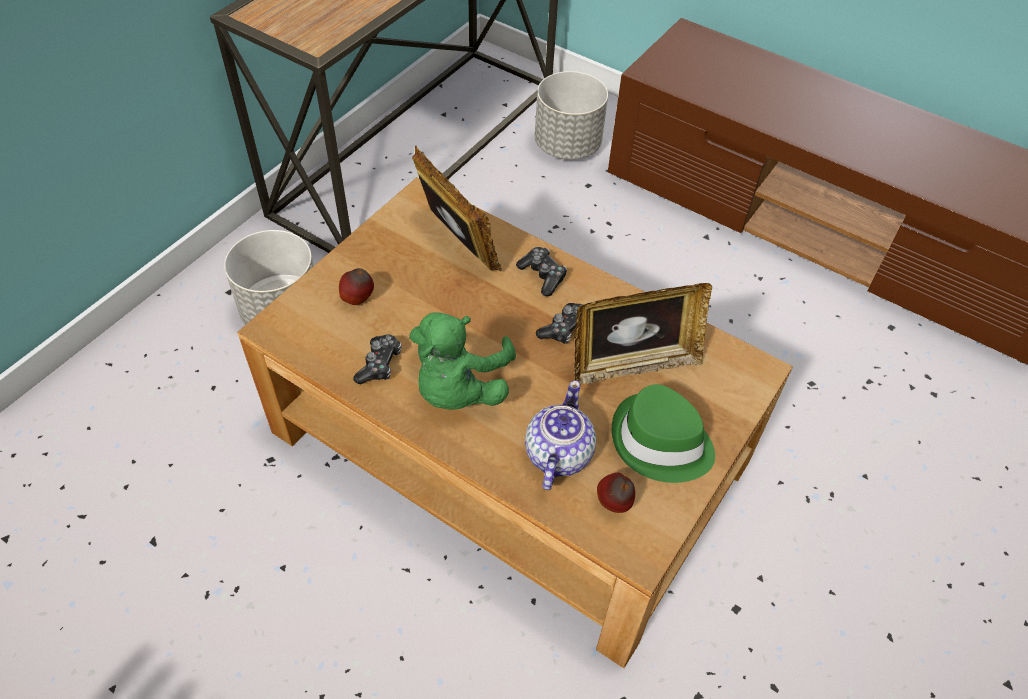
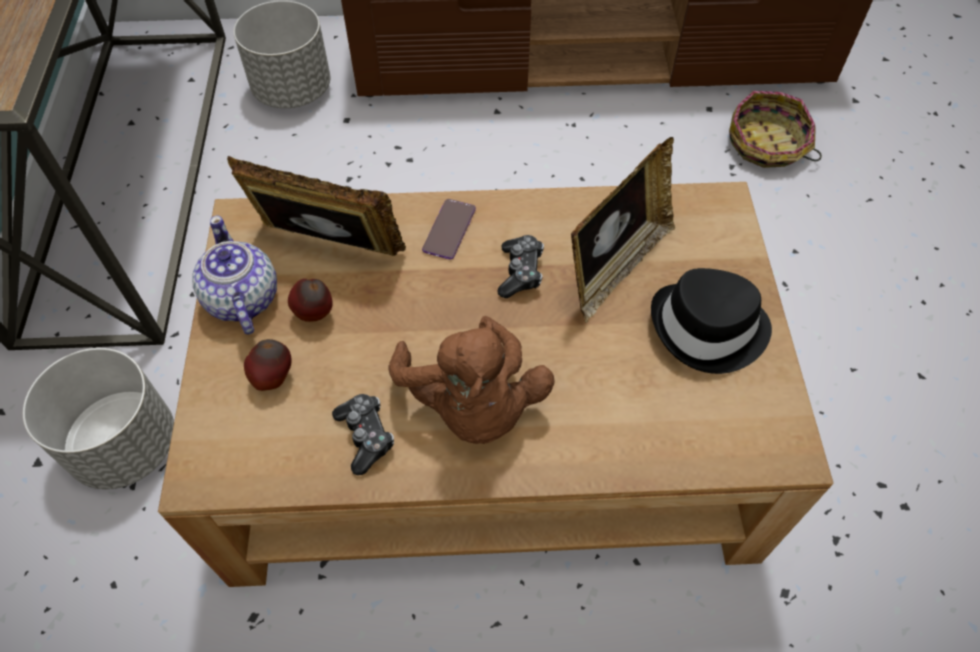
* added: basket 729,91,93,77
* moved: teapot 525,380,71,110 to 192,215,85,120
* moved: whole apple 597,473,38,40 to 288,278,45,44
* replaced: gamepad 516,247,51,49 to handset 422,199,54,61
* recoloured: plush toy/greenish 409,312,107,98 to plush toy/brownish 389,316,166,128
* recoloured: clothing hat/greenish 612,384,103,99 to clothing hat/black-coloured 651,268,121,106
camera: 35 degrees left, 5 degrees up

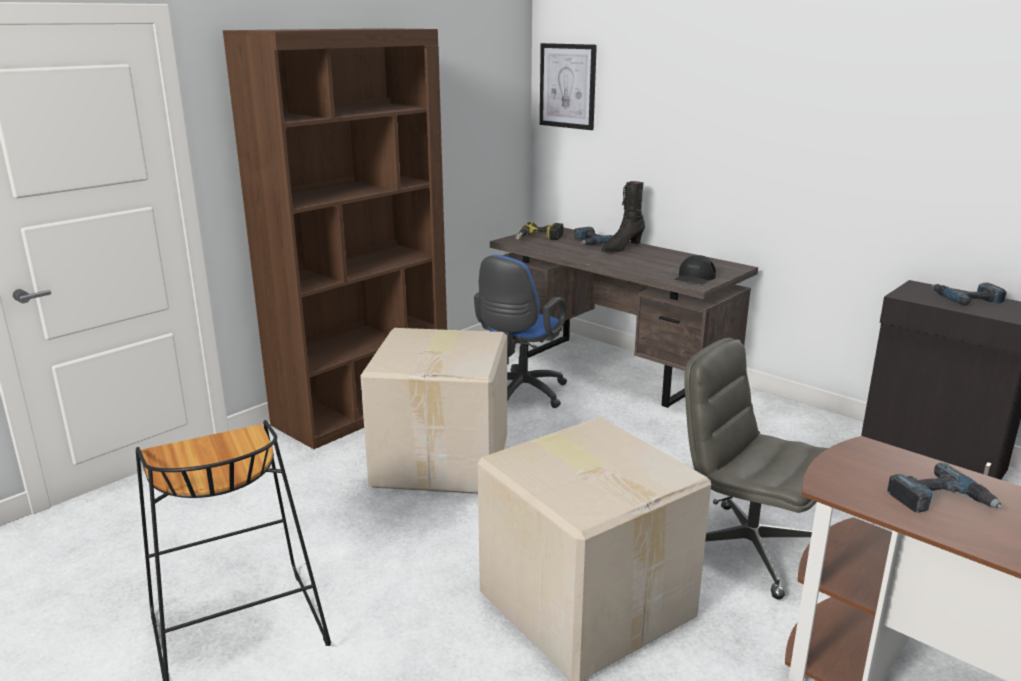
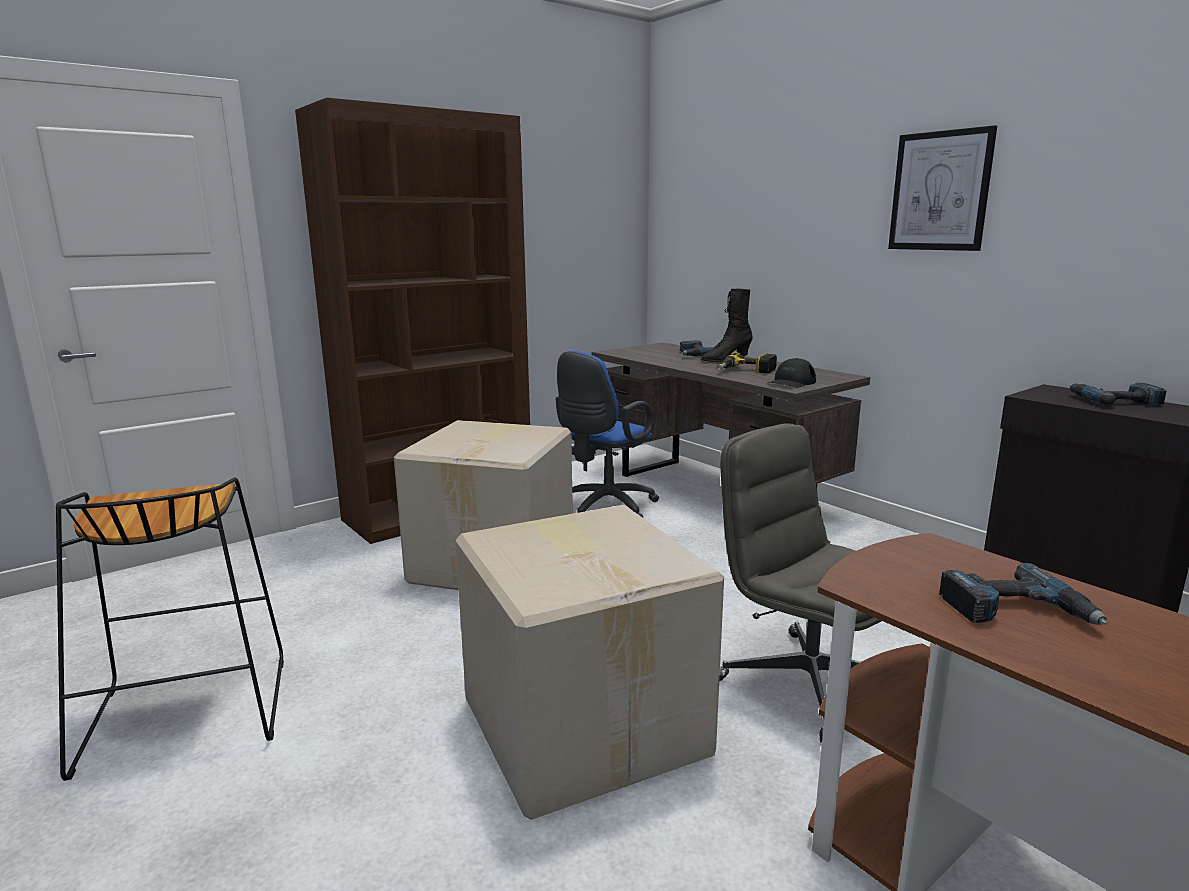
* moved: electric drill 515,221,48,19 to 716,352,61,21
* moved: wall picture 540,43,57,87 to 888,125,109,126
camera: 10 degrees right, 5 degrees down

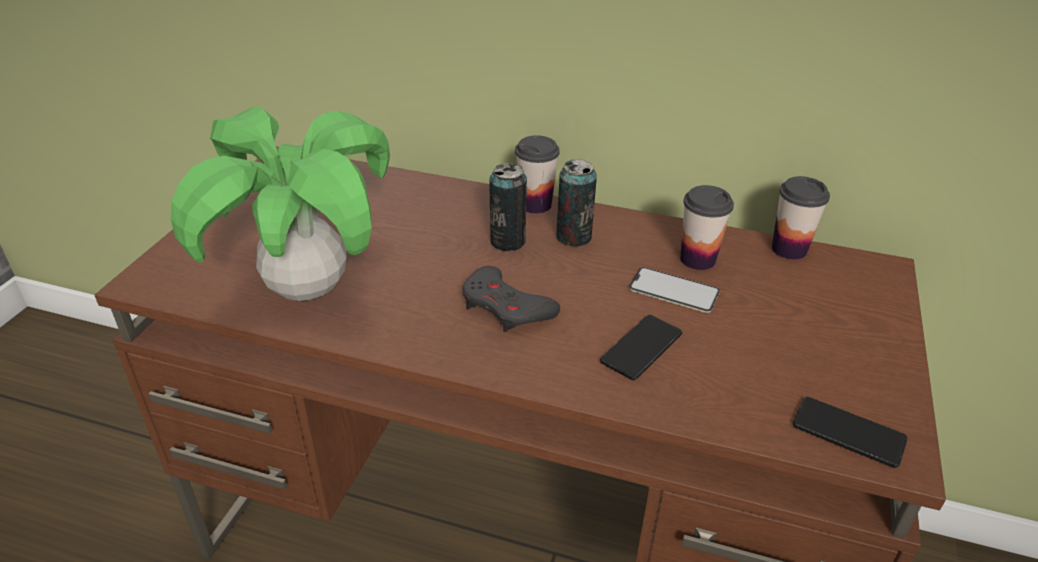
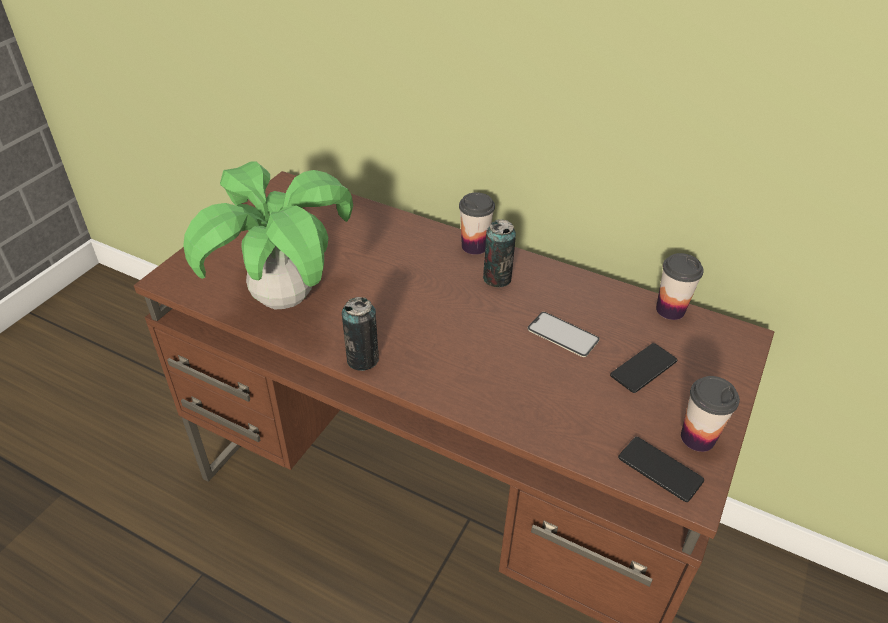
* removed: gamepad/gray 462,266,98,66
* moved: sealed can 489,163,38,88 to 342,297,37,74
* moved: handset 600,315,82,65 to 610,343,67,50
* moved: drinking cup 680,185,54,85 to 681,376,59,76
camera: 10 degrees right, 5 degrees up

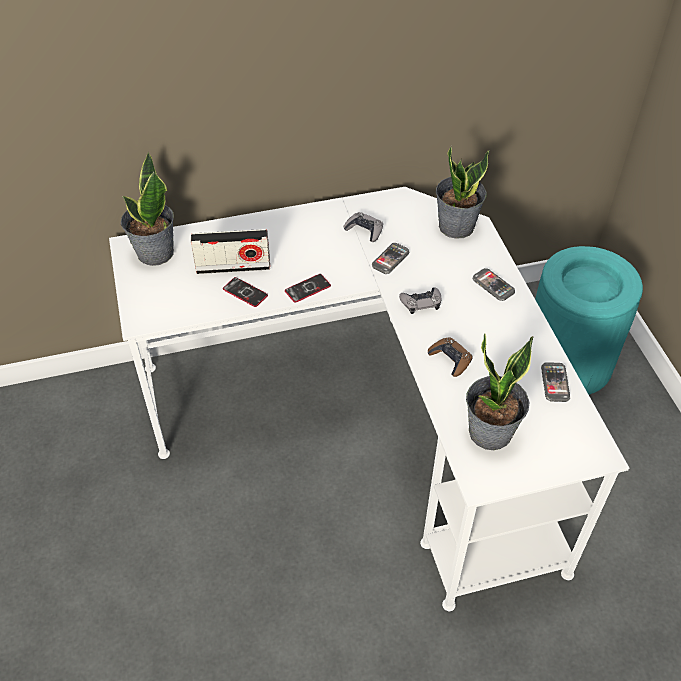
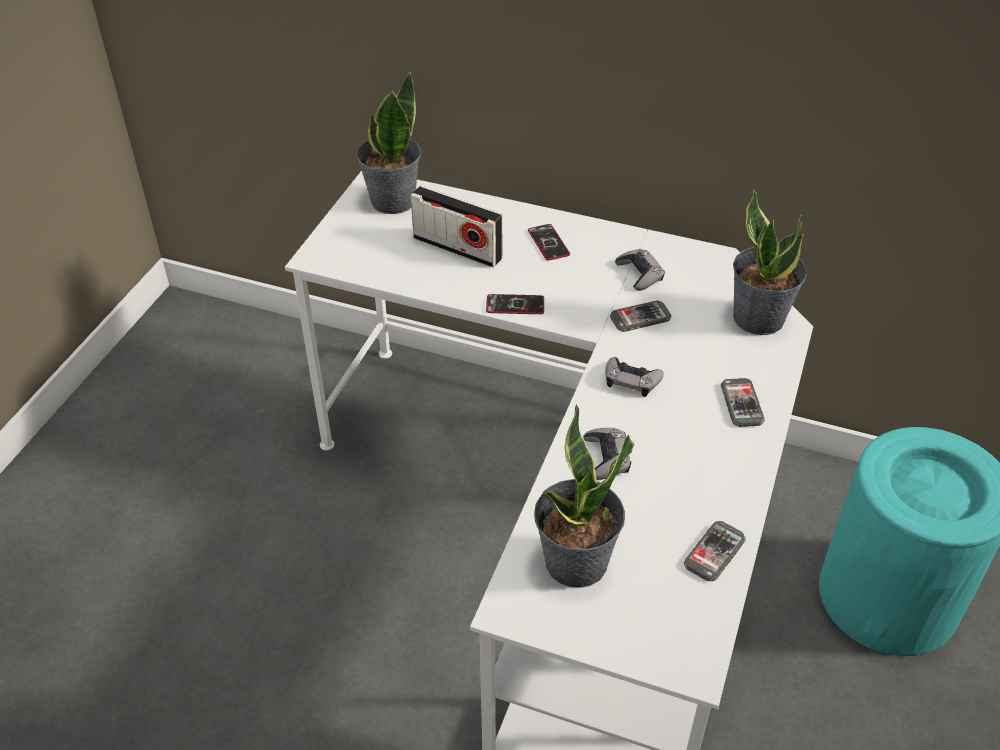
* moved: handset 223,277,45,30 to 528,224,42,37
* recoloured: gamepad/brownish 428,338,45,39 to gamepad/gray 584,428,47,52
camera: 35 degrees right, 5 degrees down

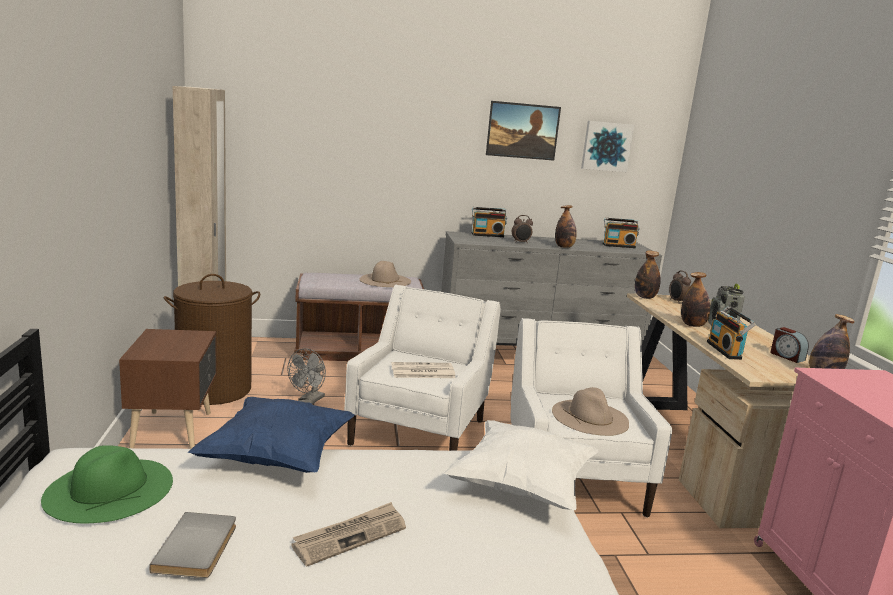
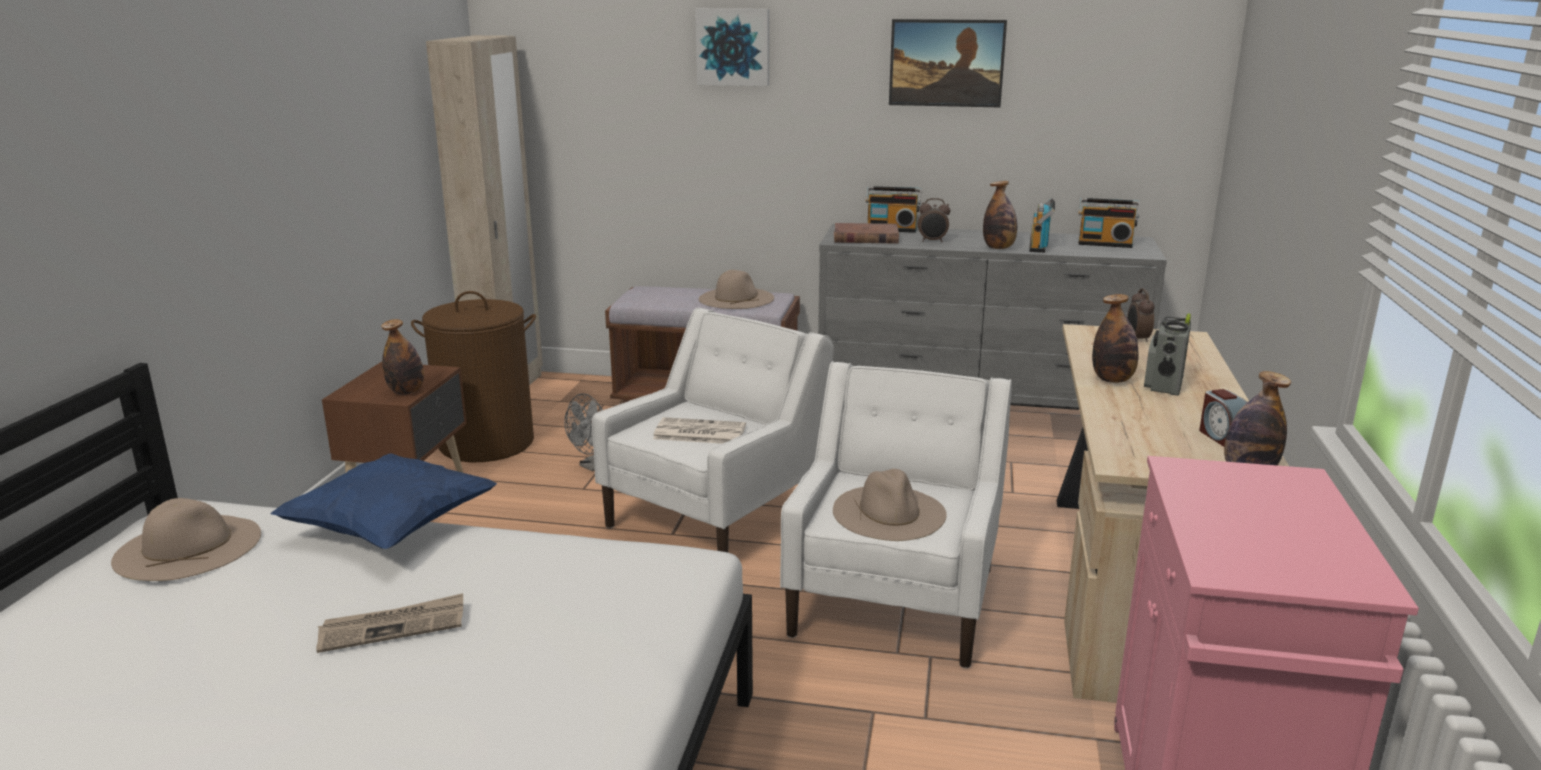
* removed: bound book/gray 149,512,87,66
* removed: cushion/whitish 444,420,155,90
* added: bound book/brownish 834,223,65,21
* moved: wall picture 581,121,53,51 to 695,9,74,77
* moved: bottle 635,250,26,49 to 381,319,43,76
* moved: radio 707,306,49,54 to 1029,198,26,55
* recoloured: clothing hat/greenish 41,445,132,78 to clothing hat/sand-coloured 111,498,150,83
camera: 20 degrees right, 5 degrees up

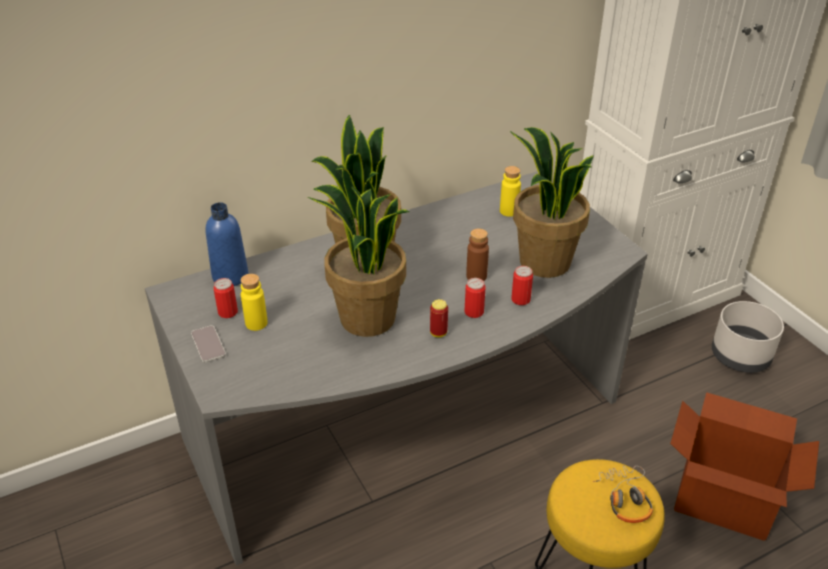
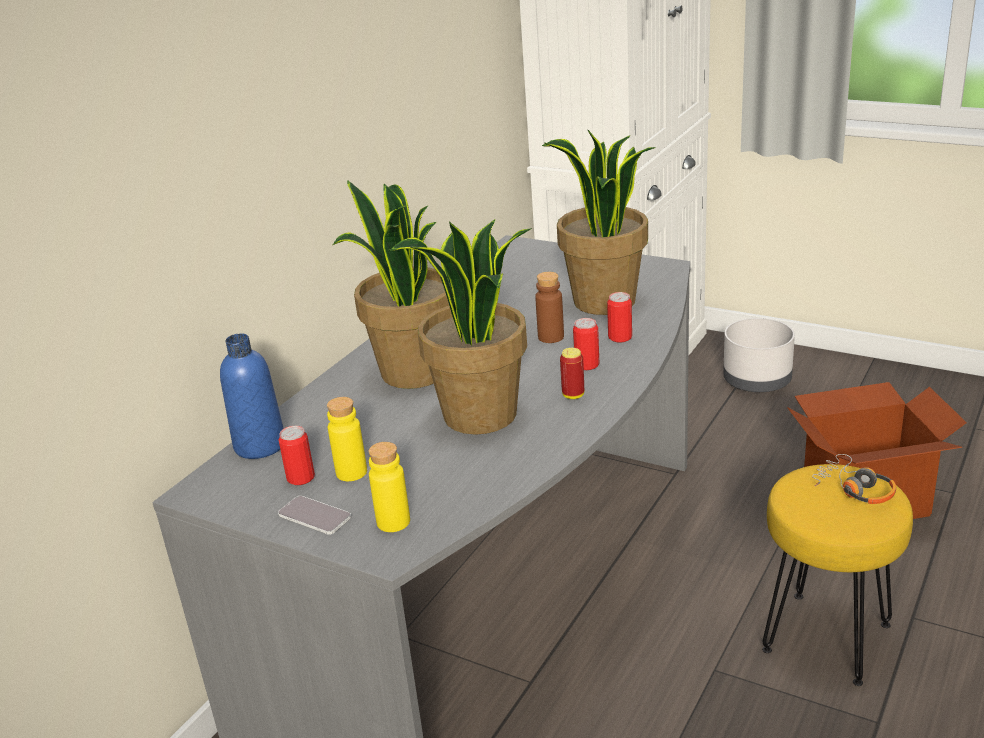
* moved: bottle/yellow 500,166,21,51 to 368,442,42,90
camera: 30 degrees left, 10 degrees down

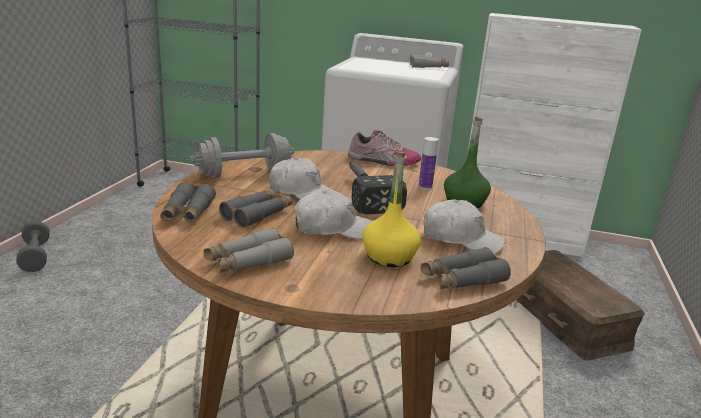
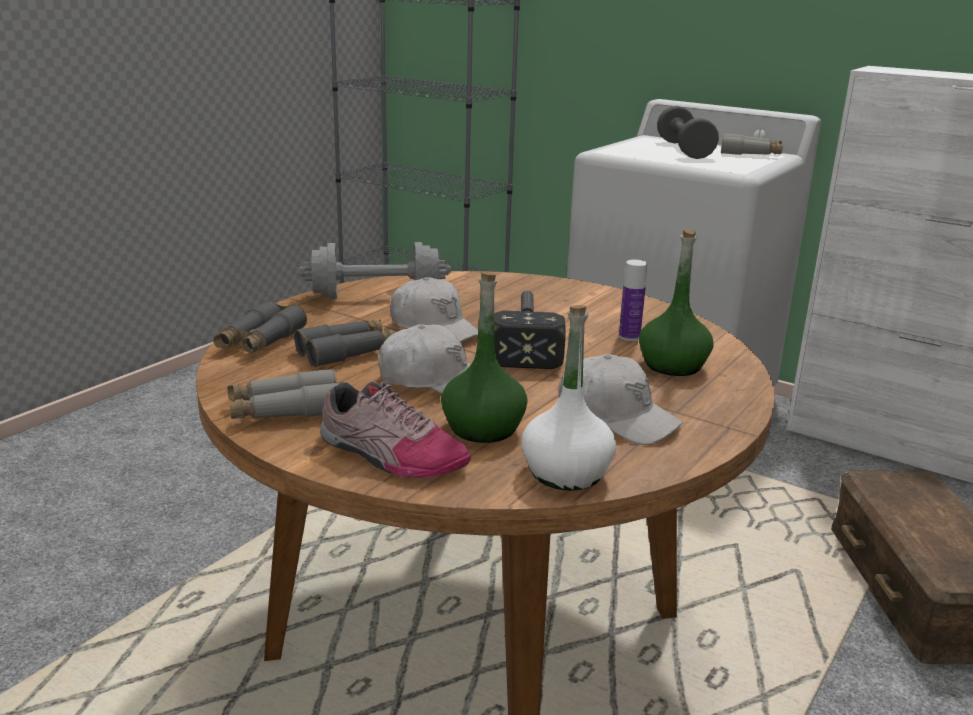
* moved: hand weight/gray 16,221,34,51 to 657,106,62,53
* moved: low shoe 348,130,73,36 to 320,381,151,97
* replaced: pair of binoculars/gray 420,247,91,42 to bottle/whitish 522,305,94,186
* recoloured: bottle/yellow 362,151,59,116 to bottle/greenish 441,272,86,171
camera: 20 degrees right, 0 degrees up

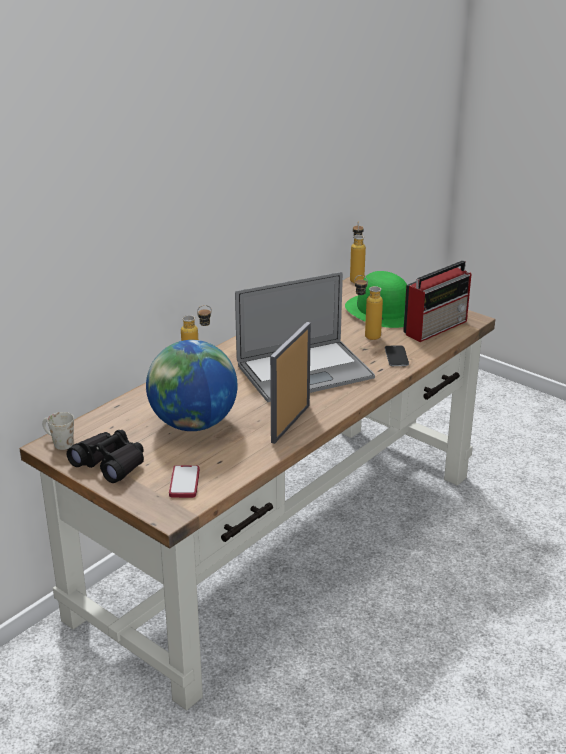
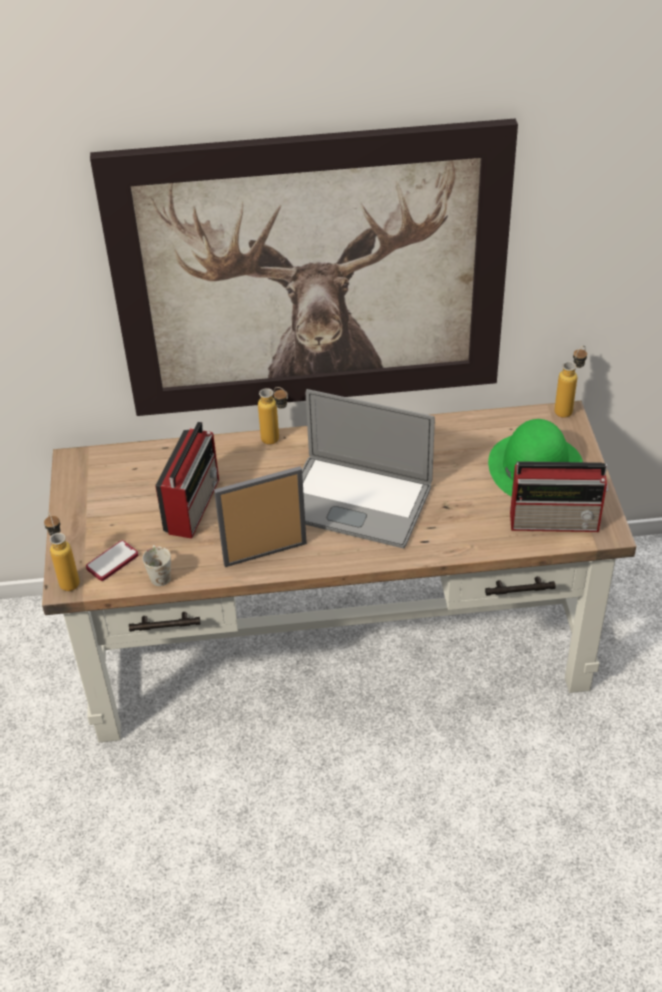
* removed: pair of binoculars/black-coloured 67,430,77,53
* removed: handset 385,345,24,21
* added: wall picture 90,119,428,297
* moved: coffee mug/whitish 42,412,32,38 to 143,545,28,41
* moved: bottle 355,275,28,65 to 44,512,36,79
* replaced: globe 146,340,92,91 to radio 155,421,64,118
camera: 45 degrees right, 15 degrees up

